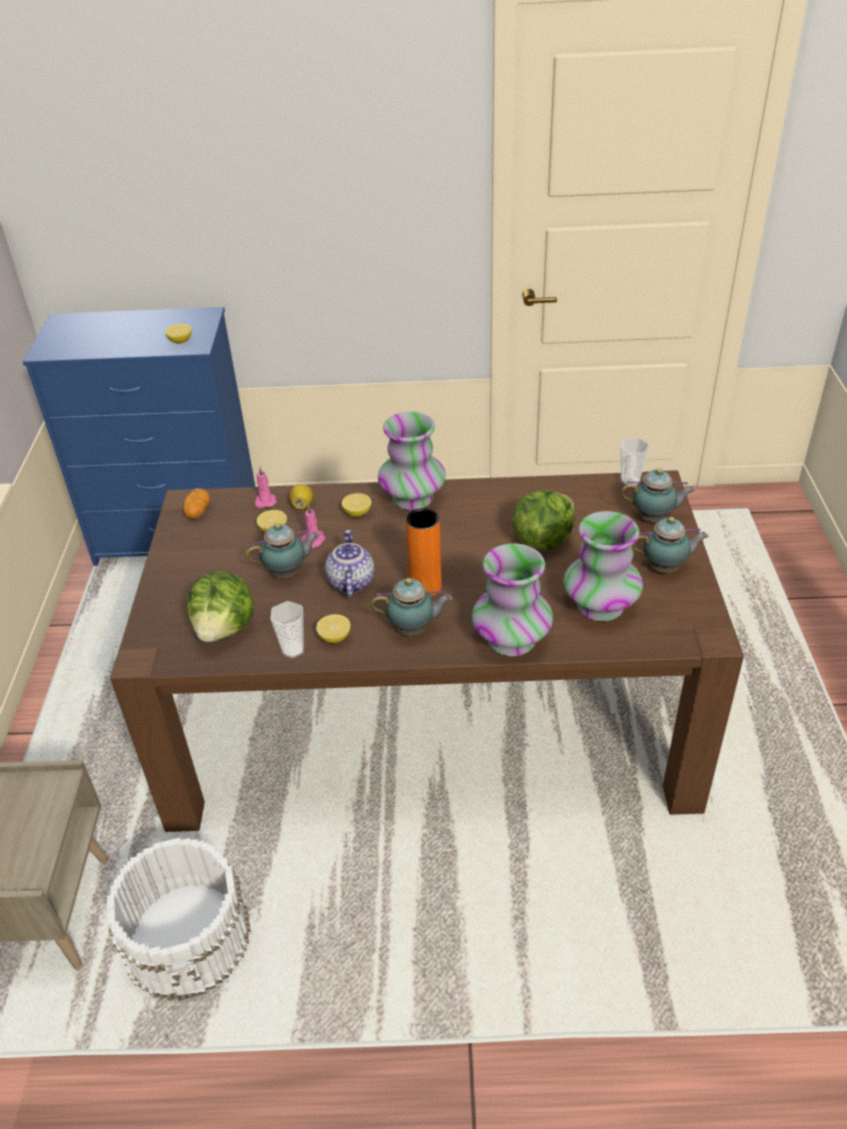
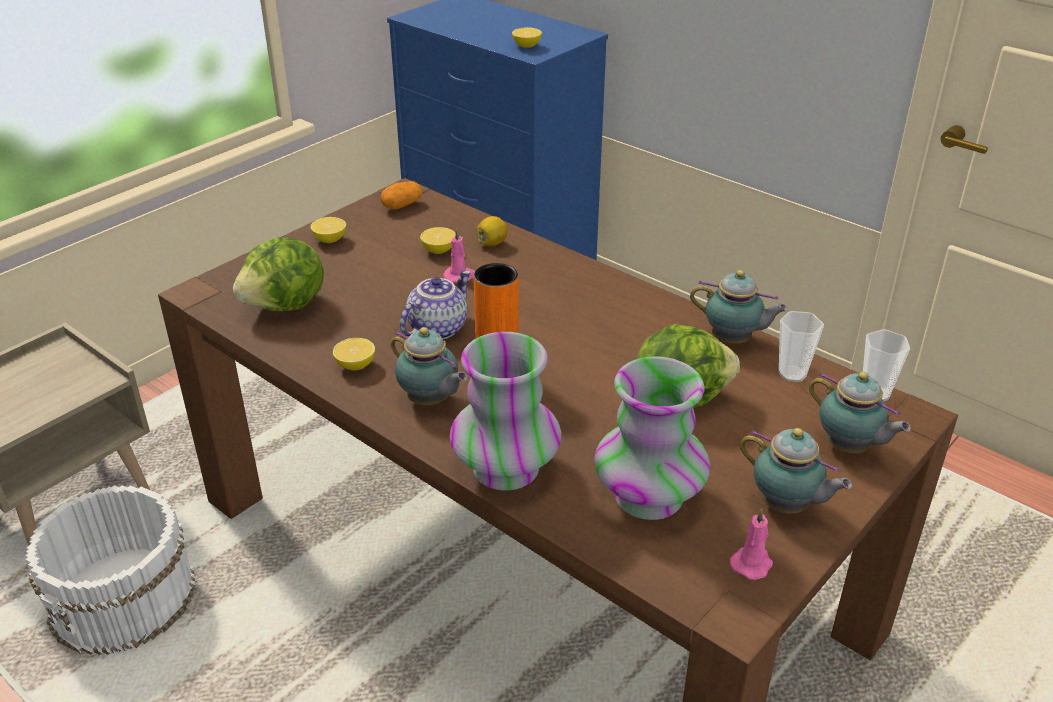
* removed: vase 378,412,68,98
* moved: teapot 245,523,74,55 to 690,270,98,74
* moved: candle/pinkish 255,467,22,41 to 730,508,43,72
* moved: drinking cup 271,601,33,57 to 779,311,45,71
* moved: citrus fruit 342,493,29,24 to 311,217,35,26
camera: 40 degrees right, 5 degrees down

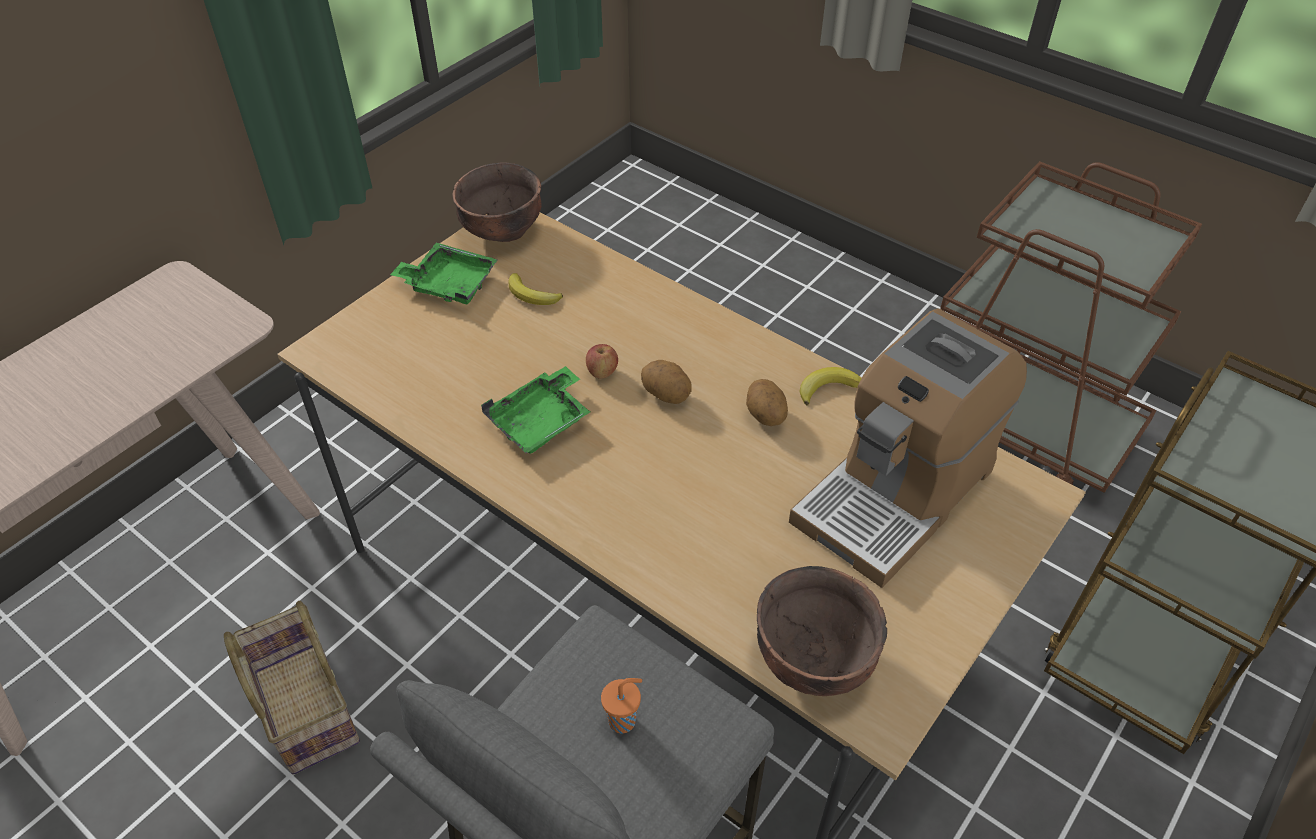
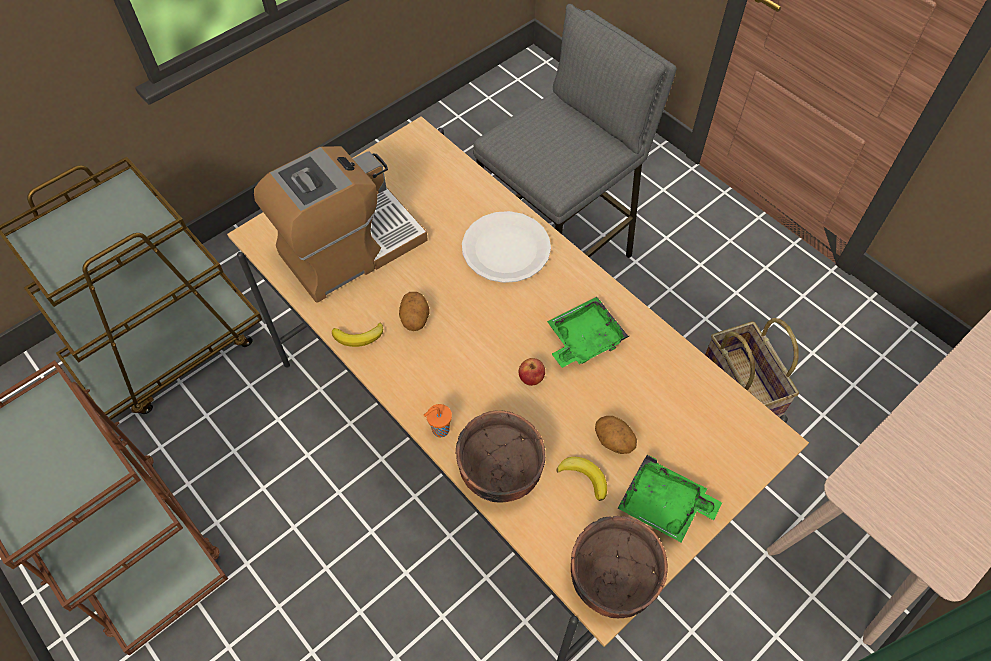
* added: flat dish/whitish 462,211,89,72
* moved: drinking cup/orangey 601,678,41,56 to 423,404,29,33
* moved: whole potato 641,360,51,44 to 595,416,42,38
* moved: bowl/brownish 757,566,130,130 to 456,410,89,93
camera: 170 degrees left, 10 degrees up

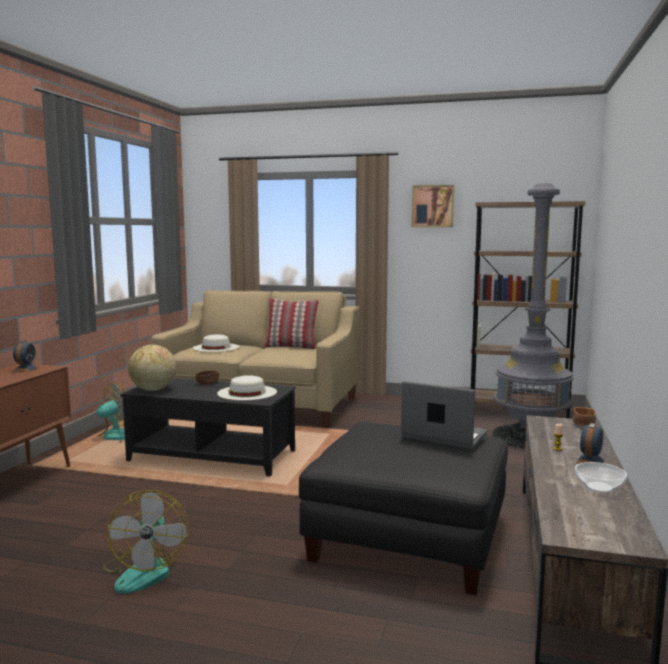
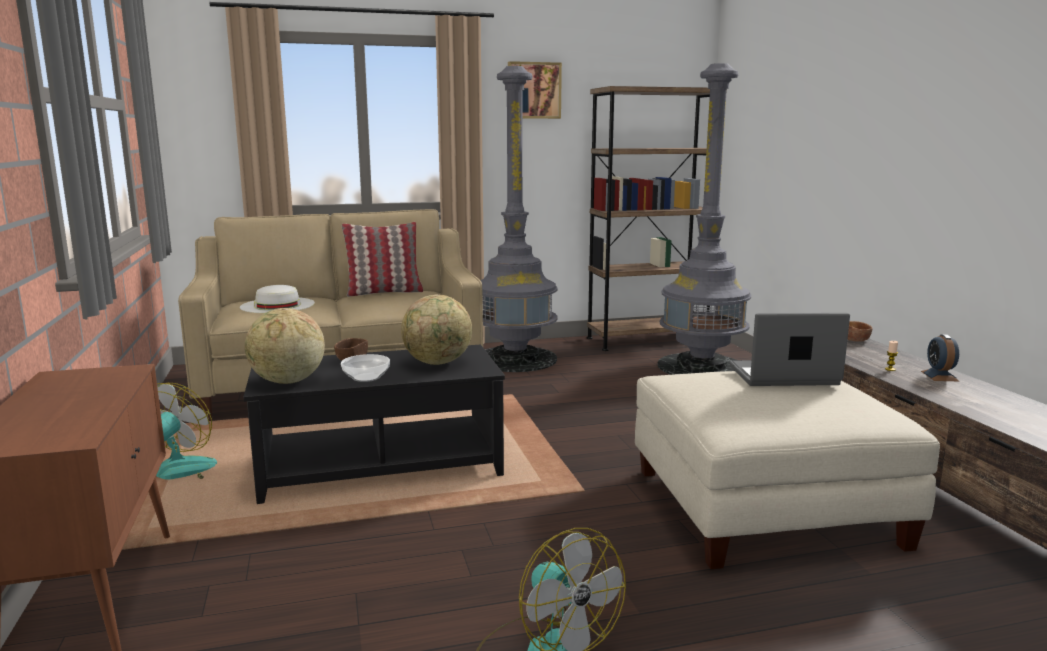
* removed: bedside clock 12,341,27,31
* added: standing lamp/gray 480,66,77,306
* moved: bowl 575,462,52,31 to 341,354,49,28
* replaced: clothing hat/whitish 217,375,60,25 to globe 401,294,71,71
* recoloured: footrest/black-coloured 299,422,209,174 to footrest/sand-coloured 635,371,305,198
camera: 30 degrees left, 5 degrees up

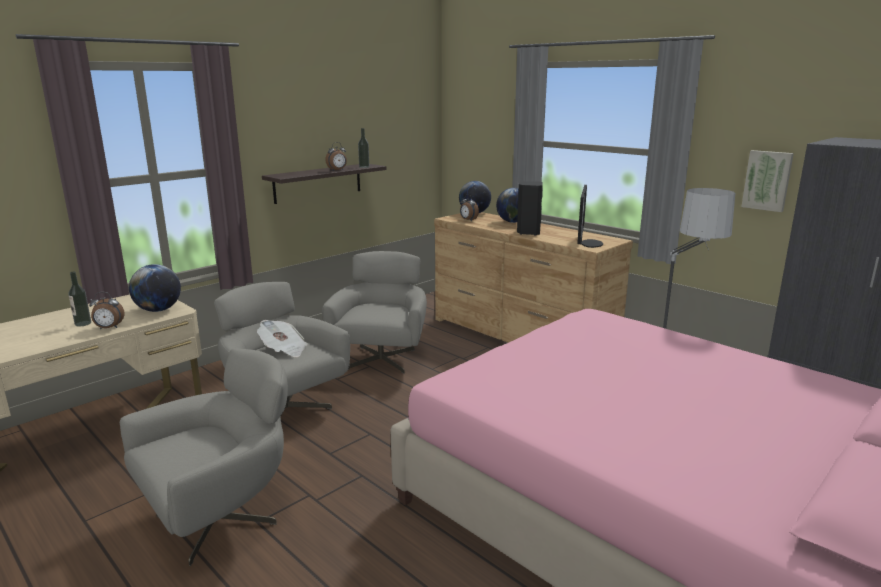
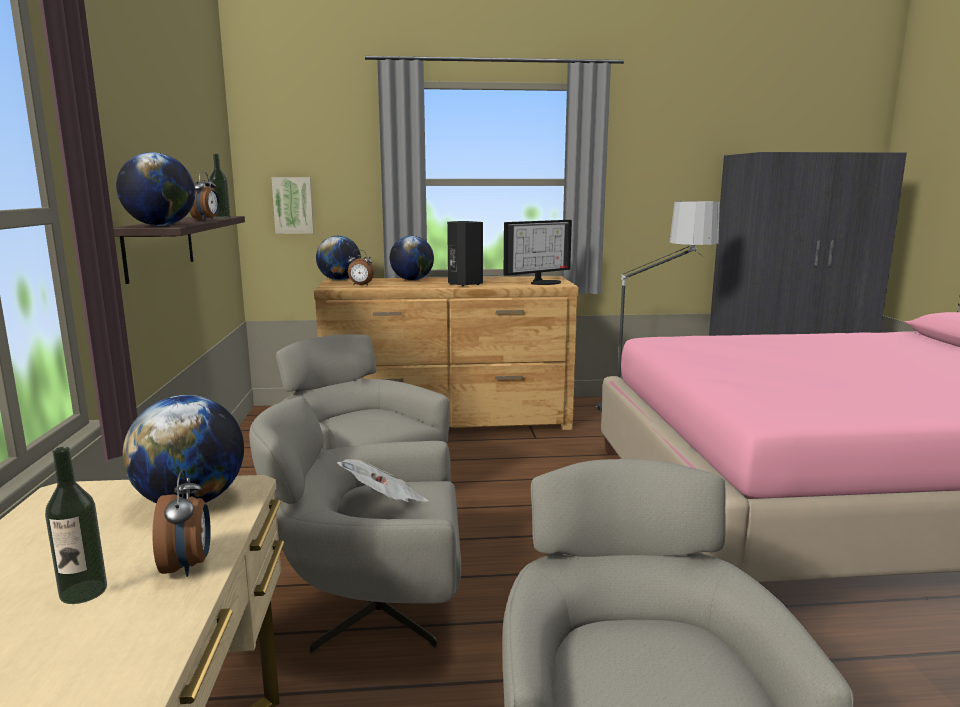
* added: globe 116,152,79,74
* moved: wall picture 741,150,53,62 to 271,177,43,57
* turned: bedside clock 89,292,36,37 = 152,469,59,108 45 degrees counterclockwise
* turned: computer display 577,185,26,63 = 504,220,68,65 90 degrees clockwise
camera: 50 degrees left, 5 degrees down

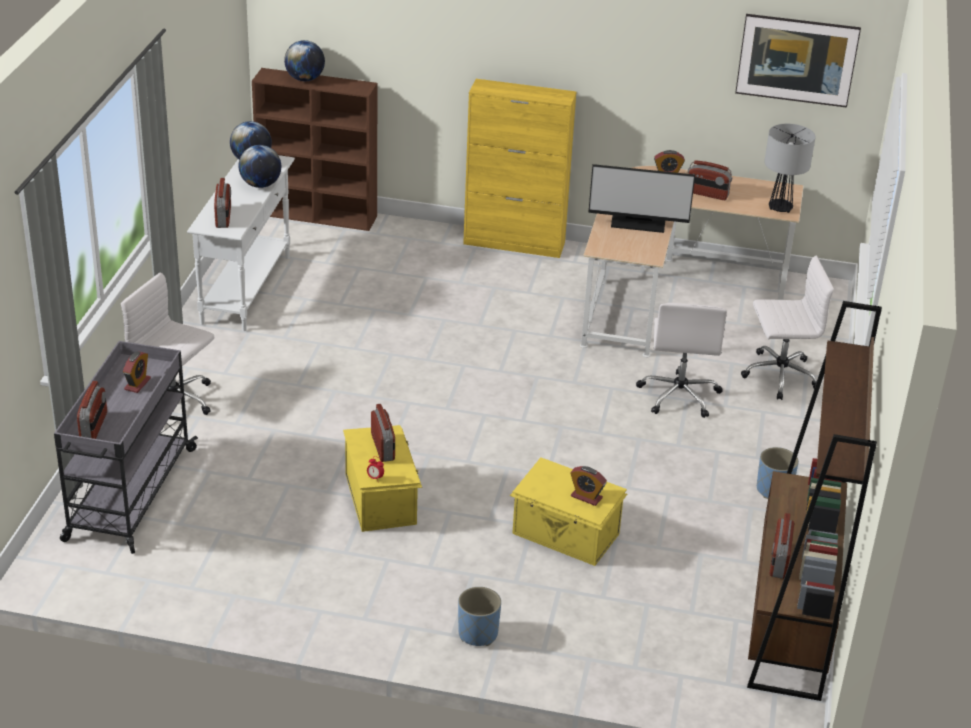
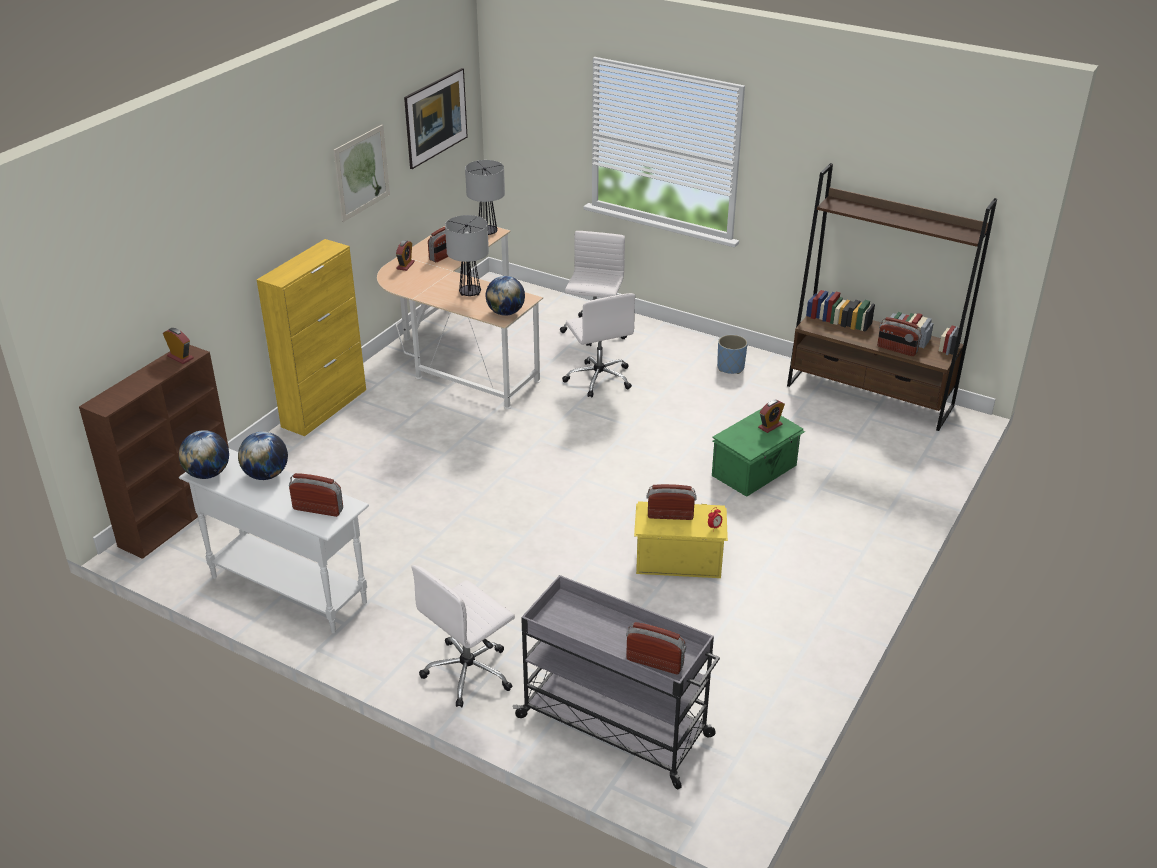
* removed: plant pot/bluish 458,587,43,59
* added: wall picture 334,125,56,97
* moved: bedside clock 123,351,28,42 to 163,328,31,36
* moved: globe 284,40,41,41 to 486,276,39,40
* replaced: computer display 588,164,107,69 to table lamp 445,215,44,81
* recoloured: storage bin/yellow 510,458,117,108 to storage bin/greenish 712,408,93,89
* turned: office chair/whitish 636,303,91,115 = 562,293,73,104 45 degrees clockwise
camera: 70 degrees left, 0 degrees up

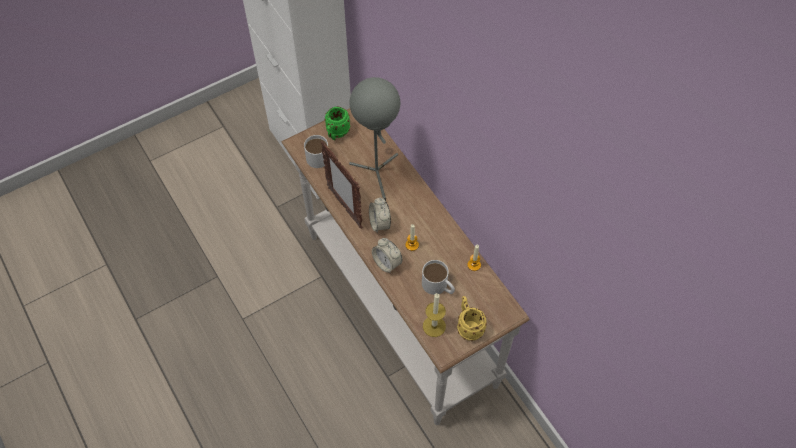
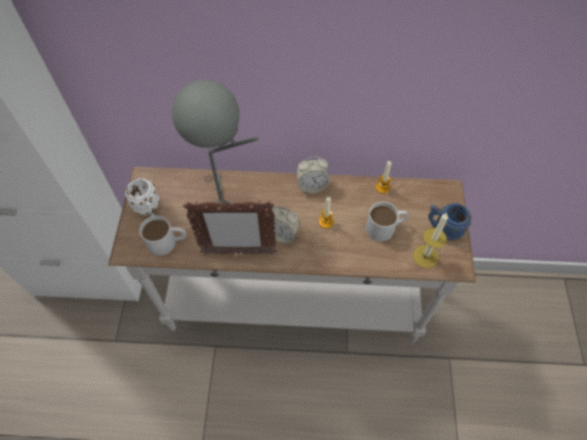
* moved: bedside clock 372,238,30,35 to 296,156,34,37
* recoloured: coffee mug/greenish 324,107,26,33 to coffee mug/whitish 124,178,35,38
* recoloured: coffee mug/yellow 457,296,30,45 to coffee mug/bluish 429,203,43,37
camera: 55 degrees left, 0 degrees up

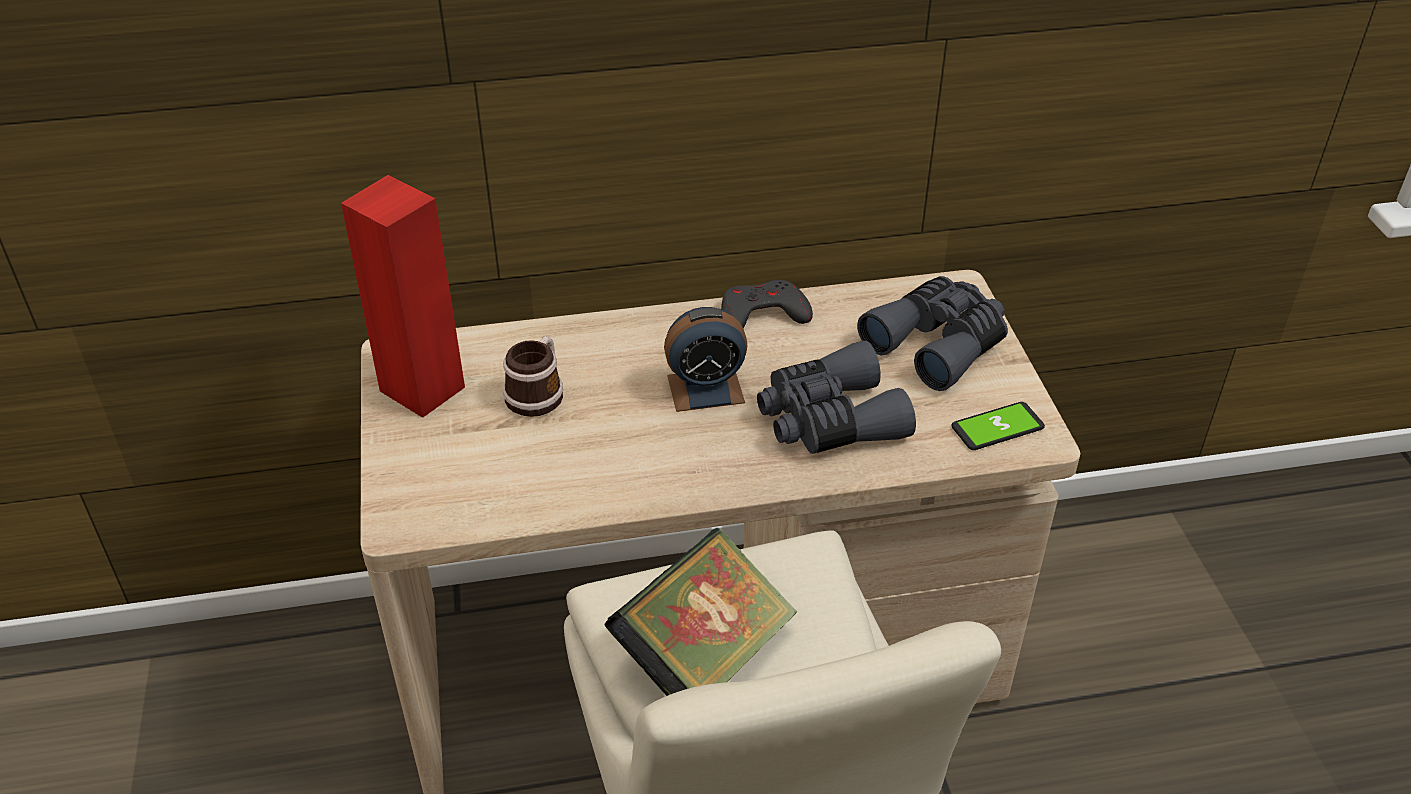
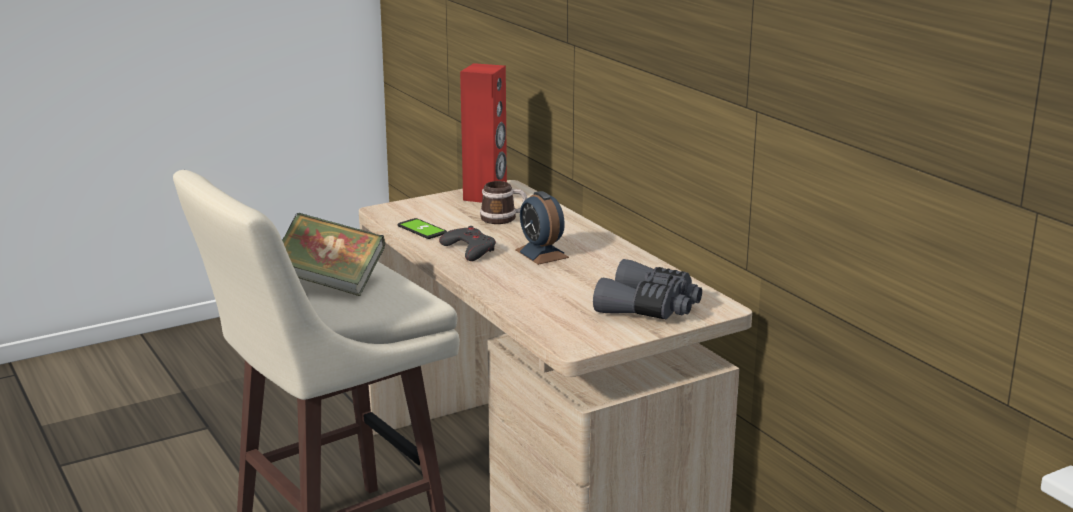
* removed: pair of binoculars/gray 757,341,159,113
* moved: gamepad/gray 721,280,92,48 to 439,226,57,35
* moved: handset 951,402,94,48 to 397,218,50,21
camera: 70 degrees right, 20 degrees down

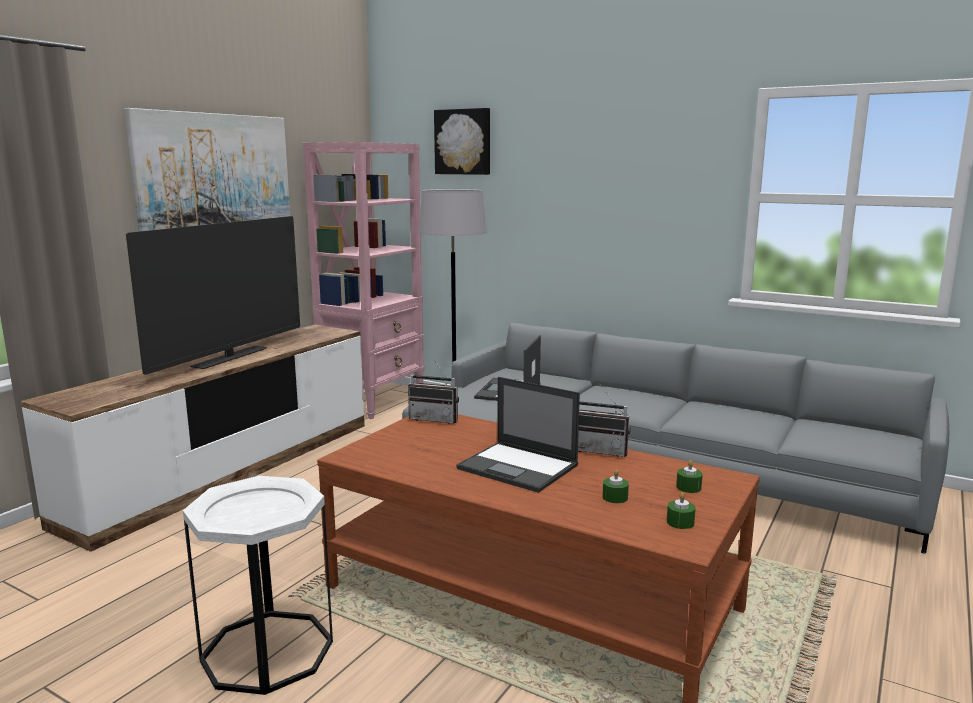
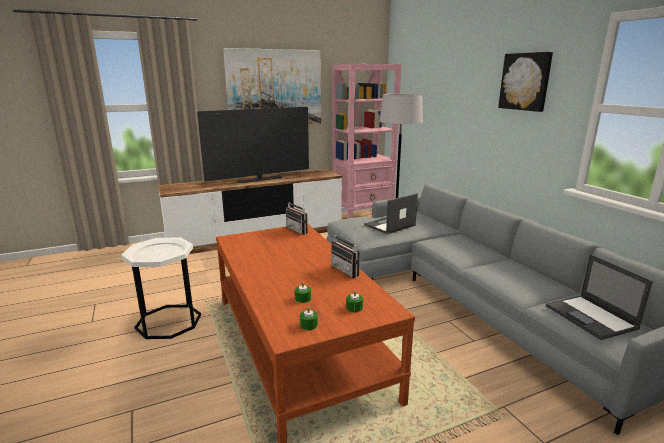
* moved: wall picture 434,108,56,67 to 498,52,55,60
* moved: laptop 456,377,124,116 to 546,254,107,86
camera: 35 degrees right, 5 degrees up

